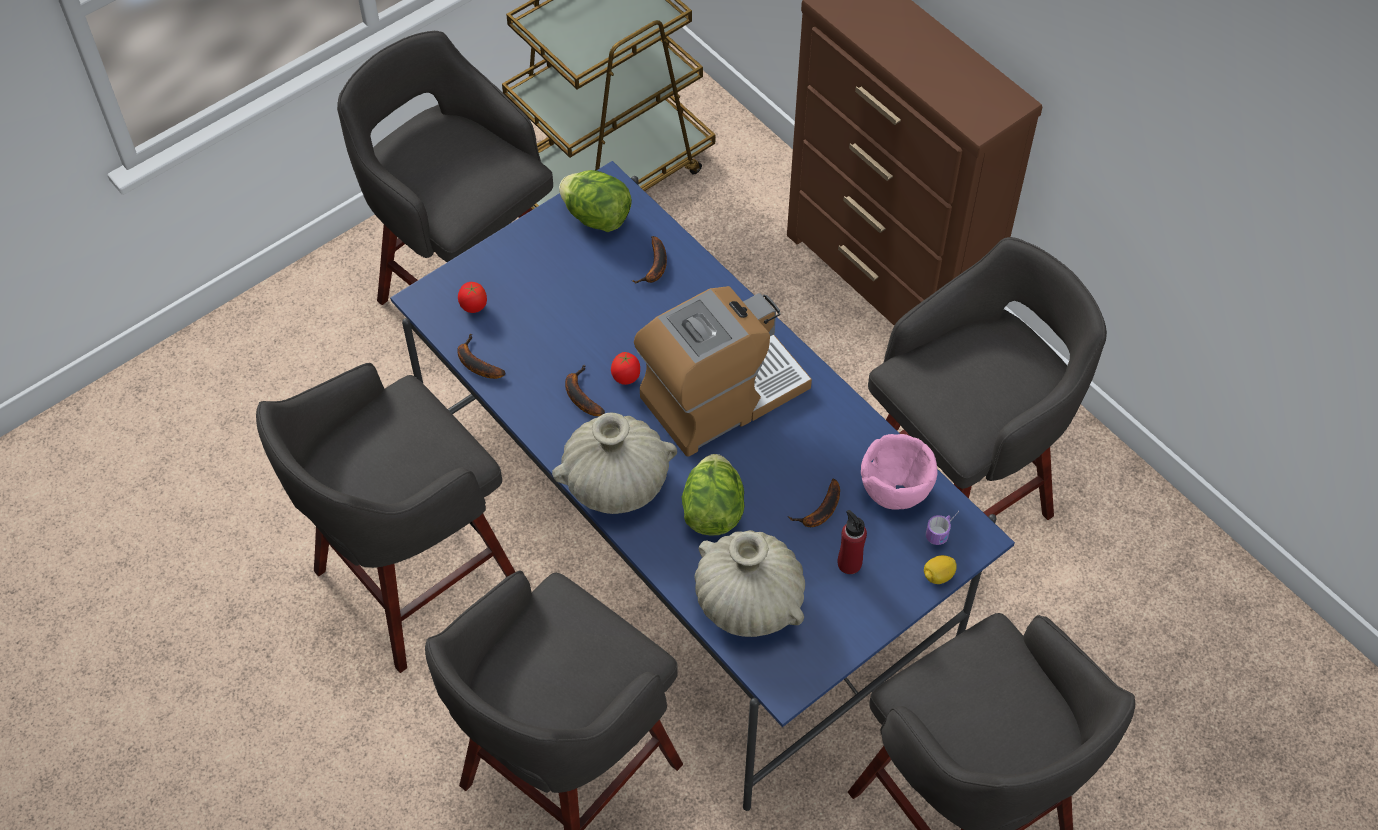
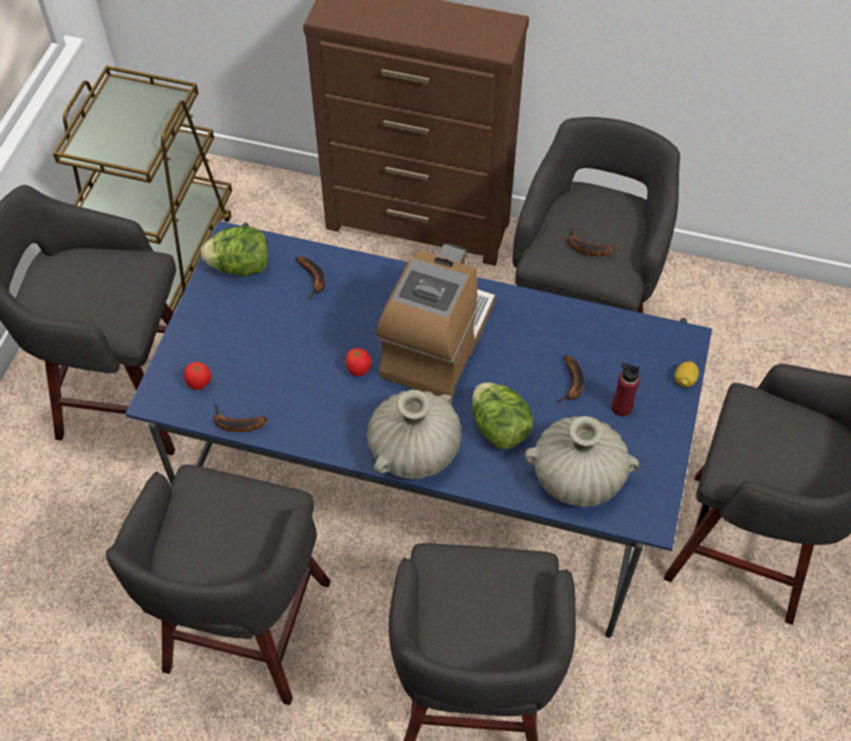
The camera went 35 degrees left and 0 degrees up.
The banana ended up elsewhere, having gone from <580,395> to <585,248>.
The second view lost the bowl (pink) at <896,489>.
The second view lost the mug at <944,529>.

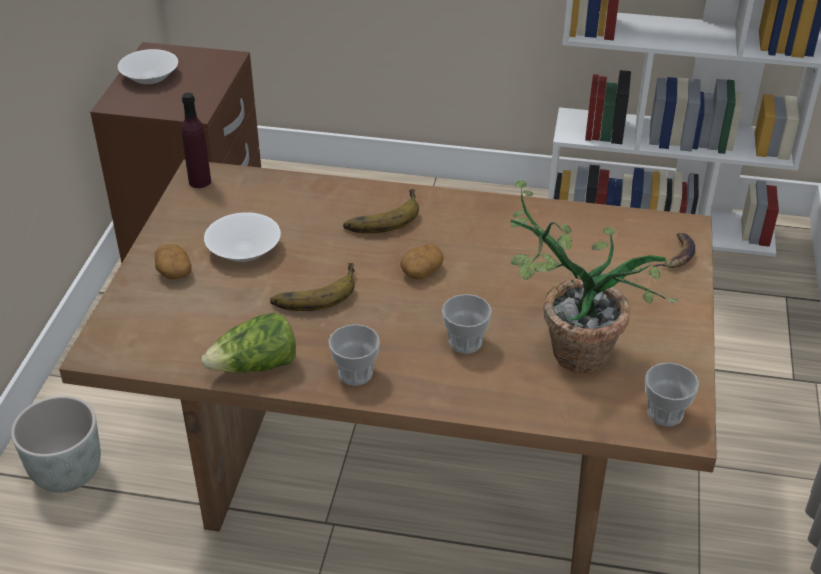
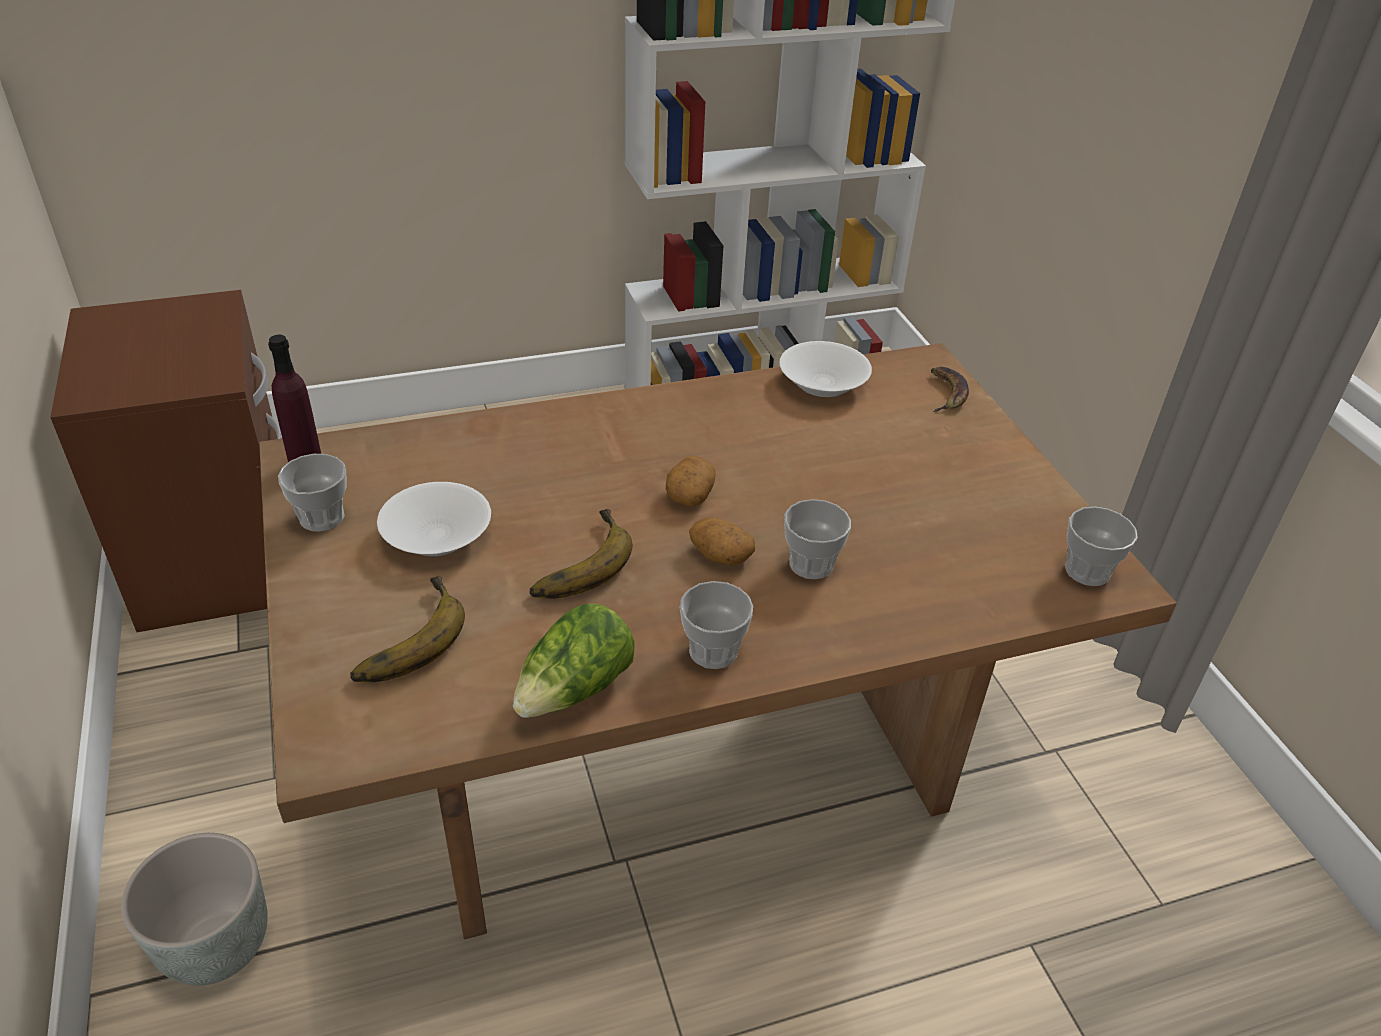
The camera went 30 degrees left and 0 degrees up.
The bowl (white) ended up elsewhere, having gone from <150,76> to <824,383>.
The second view lost the potted plant at <565,350>.
The banana ended up elsewhere, having gone from <381,216> to <403,638>.
The potato ended up elsewhere, having gone from <173,271> to <720,555>.
The second view gained the cup at <322,517>.

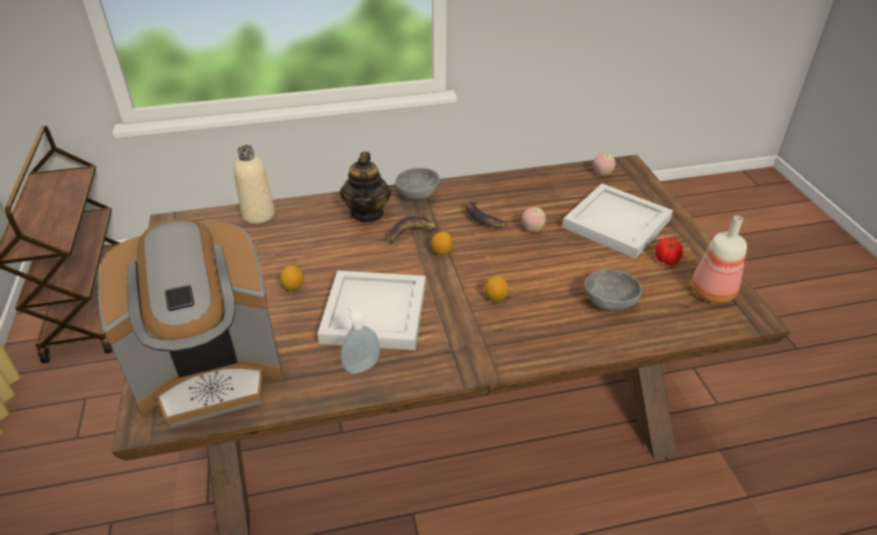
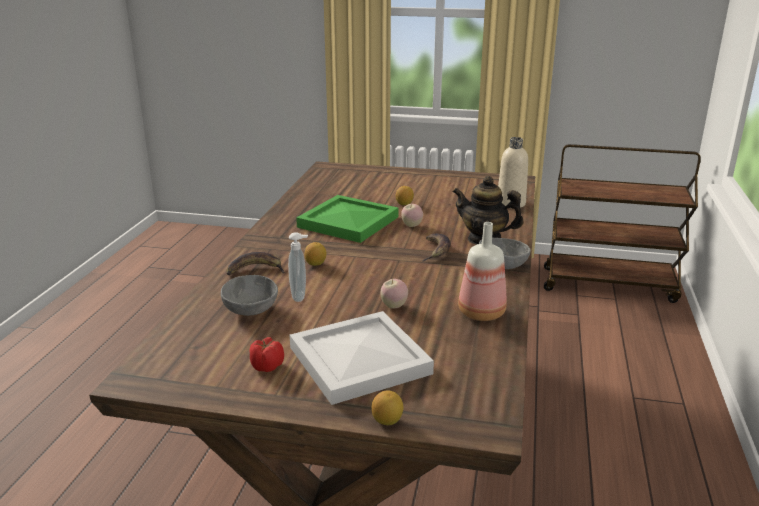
The camera went 115 degrees right and 15 degrees down.
The apple ended up elsewhere, having gone from <602,173> to <412,225>.
The banana ended up elsewhere, having gone from <482,218> to <255,269>.
The bottle ended up elsewhere, having gone from <713,293> to <480,313>.
The second view lost the coffee machine at <211,373>.
The lemon ended up elsewhere, having gone from <441,252> to <387,421>.
What was the tray (white) at <376,312> turned into the tray (green) at <348,223>.
The soap dispenser ended up elsewhere, having gone from <361,366> to <300,296>.

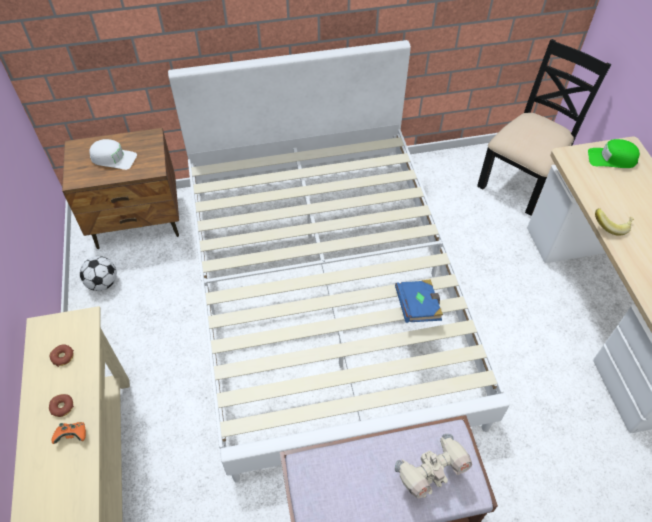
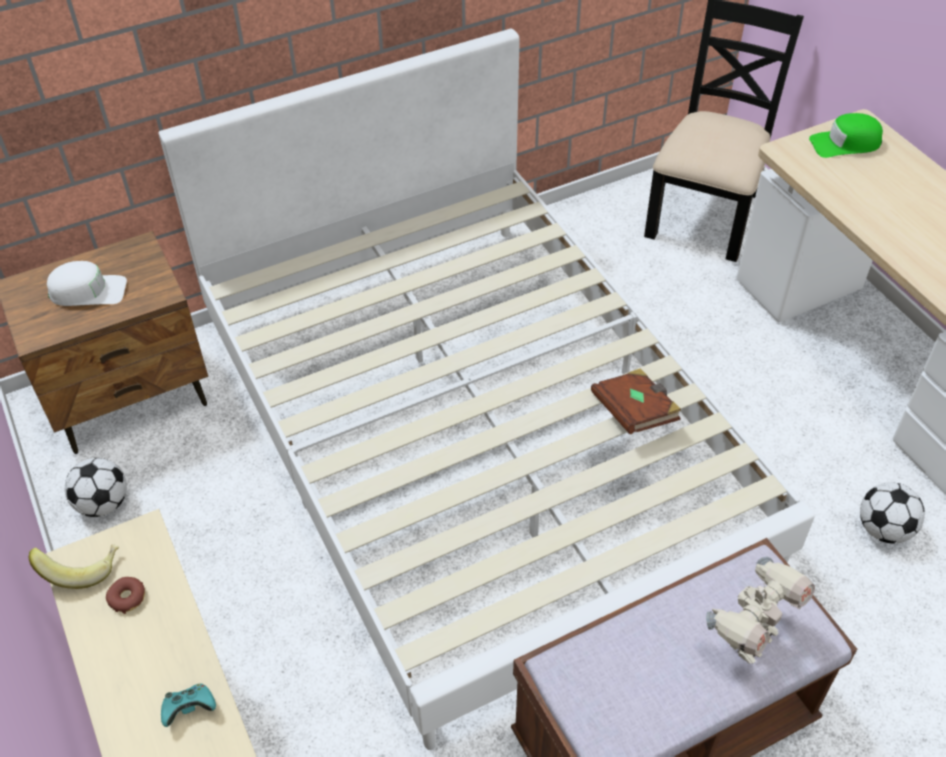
The camera went 15 degrees left and 5 degrees down.
The banana ended up elsewhere, having gone from <611,225> to <81,568>.
What was the book (blue) at <418,307> turned into the book (brown) at <634,412>.
The second view lost the donut at <62,407>.
What was the game controller (orange) at <73,435> turned into the game controller (turquoise) at <190,709>.
The second view gained the football at <883,529>.

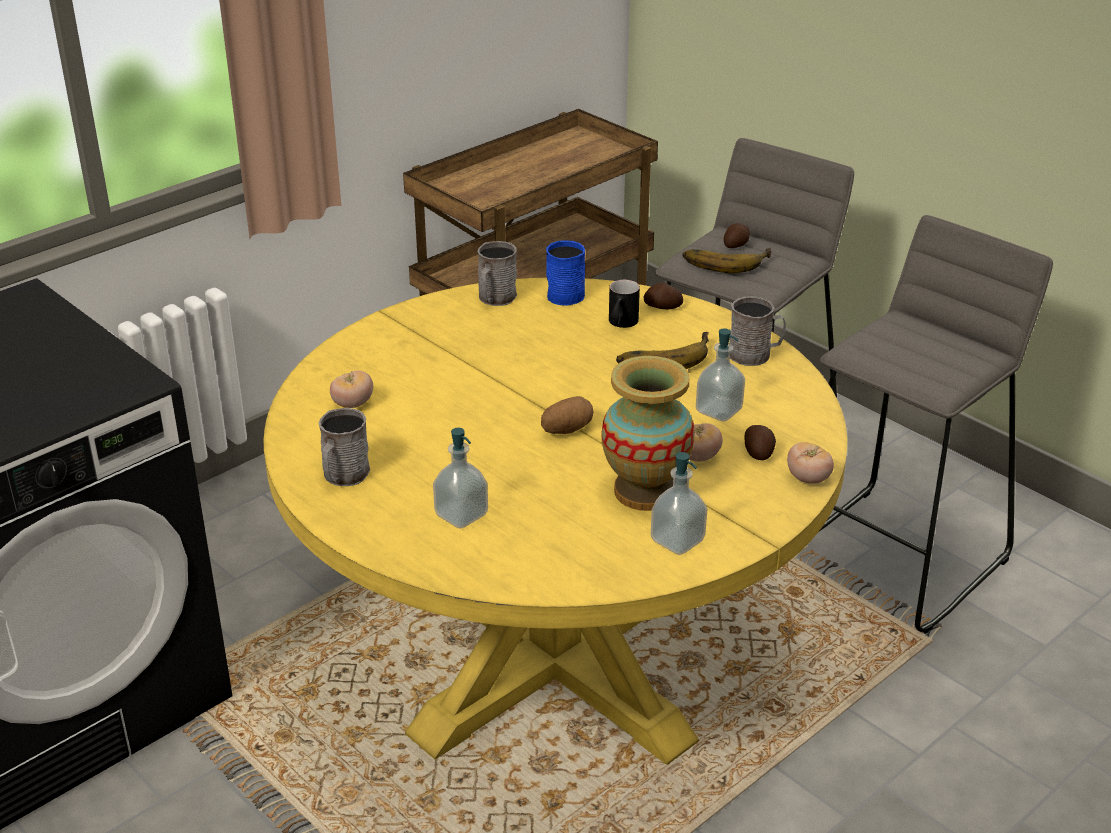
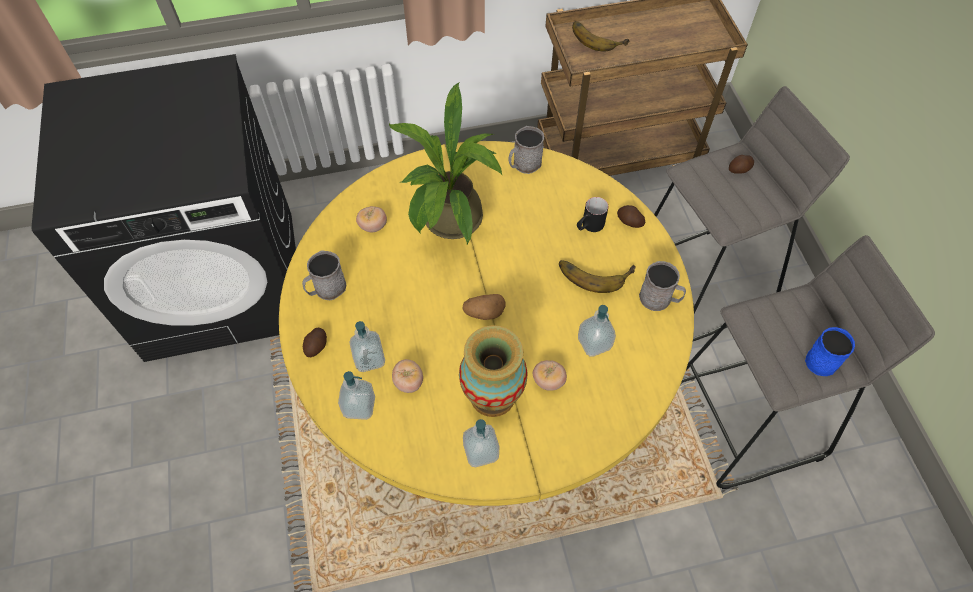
The camera went 30 degrees right and 25 degrees up.
The mug (blue) ended up elsewhere, having gone from <566,293> to <823,358>.
The banana ended up elsewhere, having gone from <725,261> to <598,37>.
The potato ended up elsewhere, having gone from <758,452> to <317,346>.
The tomato ended up elsewhere, having gone from <808,479> to <408,382>.
The second view gained the potted plant at <449,224>.
The second view gained the soap dispenser at <359,406>.

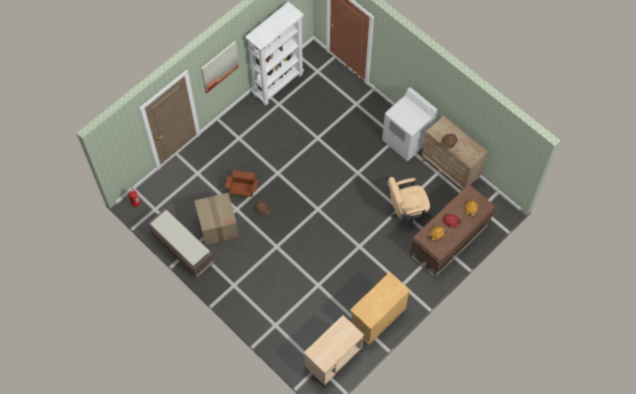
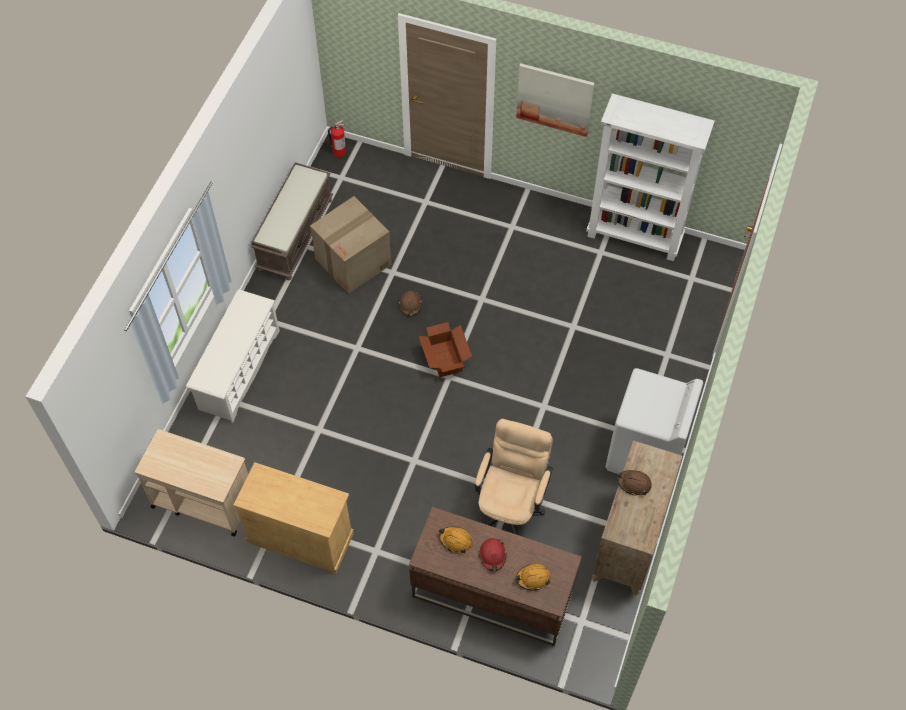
The camera went 65 degrees right and 5 degrees down.
The cardboard box ended up elsewhere, having gone from <242,189> to <445,358>.
The office chair (beige) at <406,212> ended up facing another way, 60 degrees clockwise from before.
The second view gained the shoe rack (white) at <239,370>.

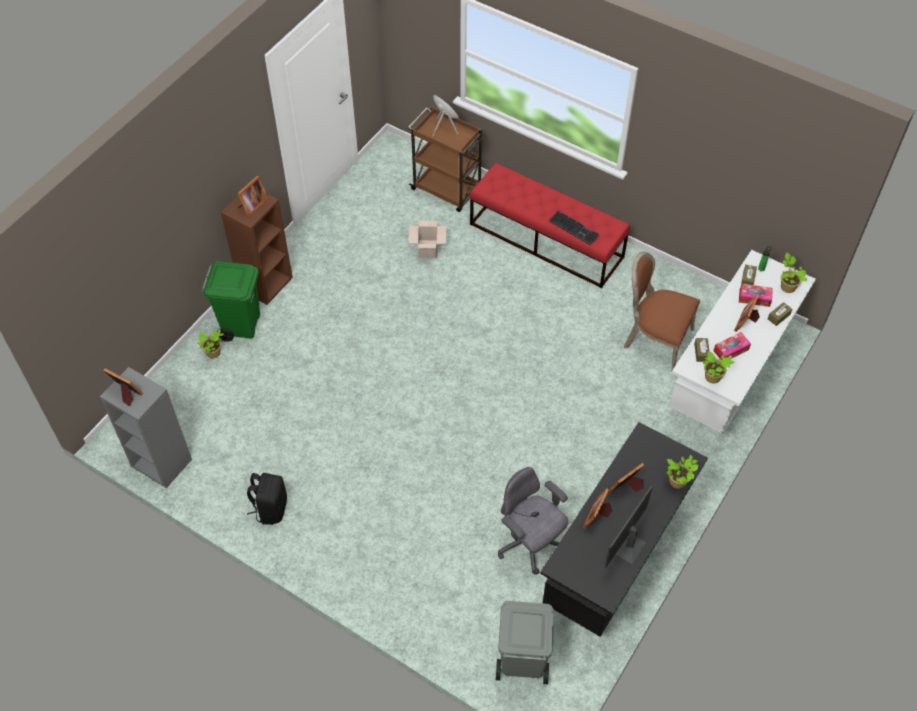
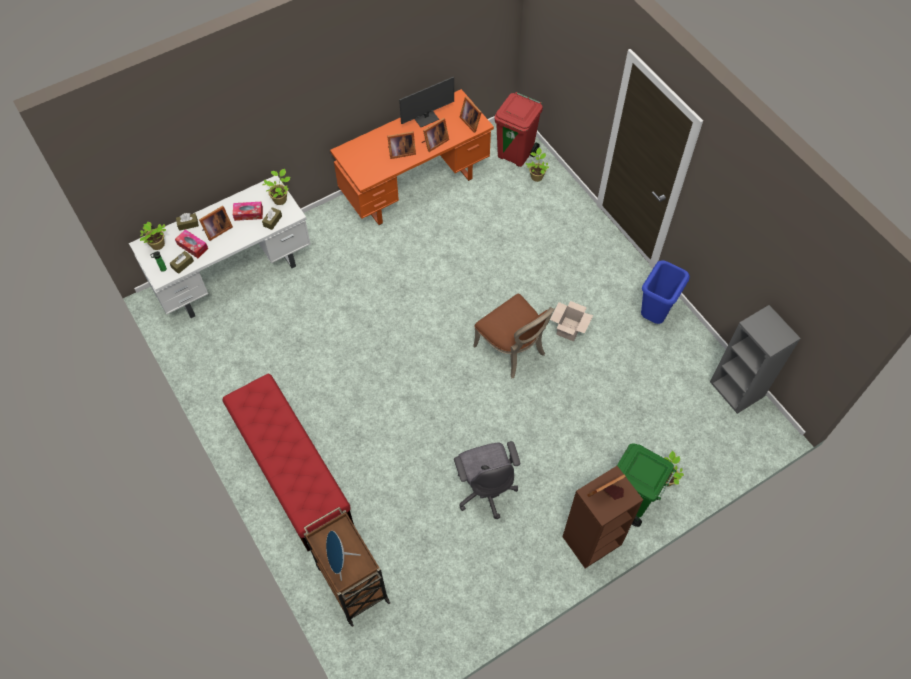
The camera went 155 degrees left and 5 degrees up.
The second view lost the keyboard at <575,228>.
The cardboard box ended up elsewhere, having gone from <428,249> to <569,328>.
The chair (brown) ended up elsewhere, having gone from <655,339> to <513,350>.
The picture frame ended up elsewhere, having gone from <126,393> to <471,121>.
What was the desk (black) at <616,558> turned into the desk (orange) at <415,187>.
The potted plant ended up elsewhere, having gone from <678,482> to <536,176>.
The office chair (grey) ended up elsewhere, having gone from <529,544> to <485,489>.
Where the backpack (black) stood at <270,508>, the trash can (blue) came to stand at <654,316>.
What was the trash can (grey) at <521,663> turned into the trash can (red) at <516,154>.

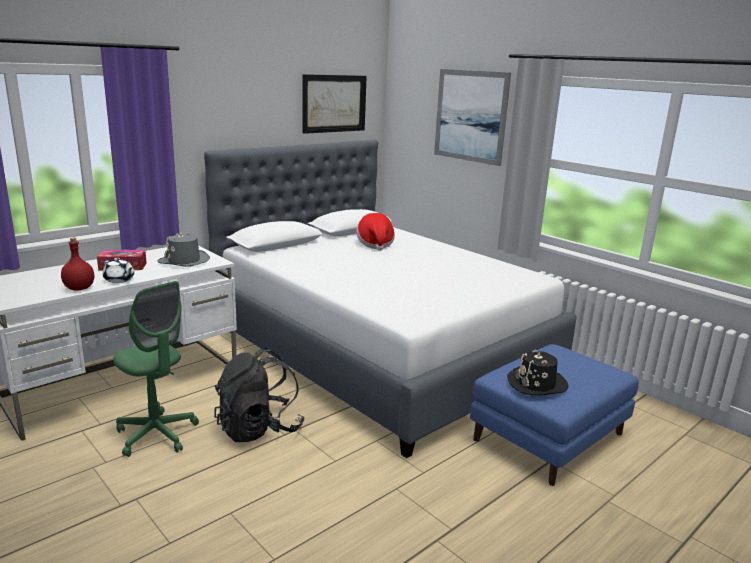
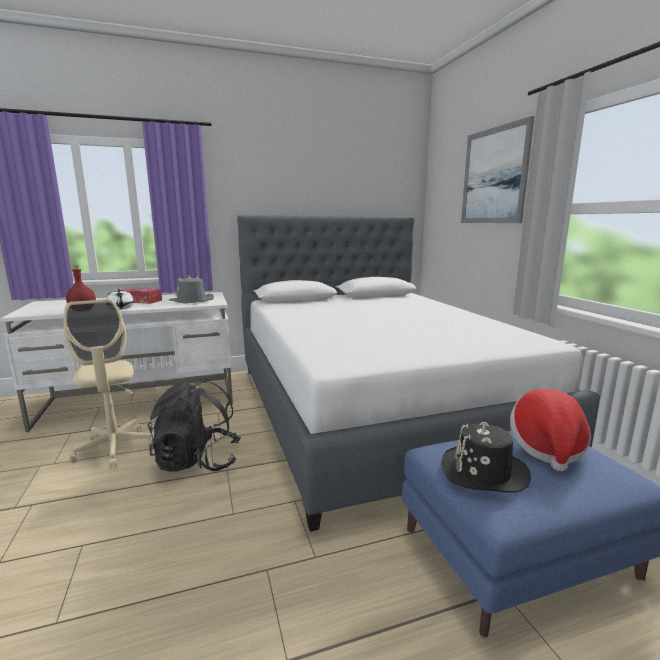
The camera went 25 degrees right and 5 degrees down.
The second view lost the picture at <334,103>.
The hat ended up elsewhere, having gone from <375,244> to <546,447>.
What was the office chair (green) at <157,434> turned into the office chair (beige) at <115,448>.

